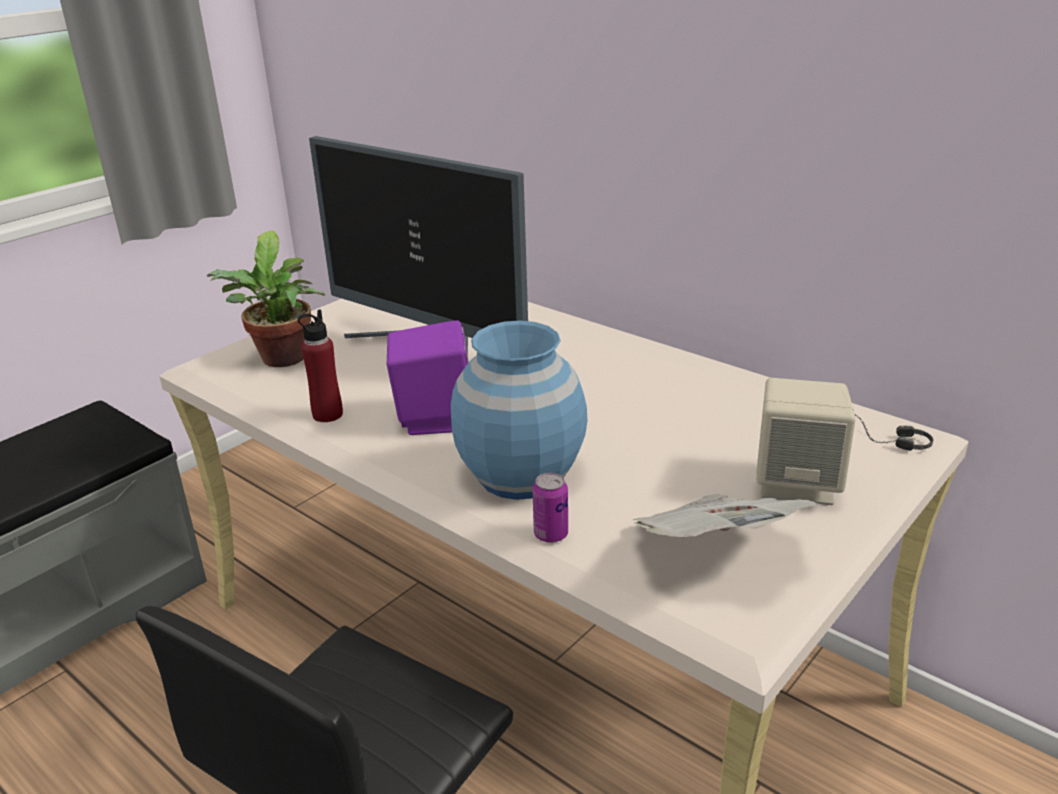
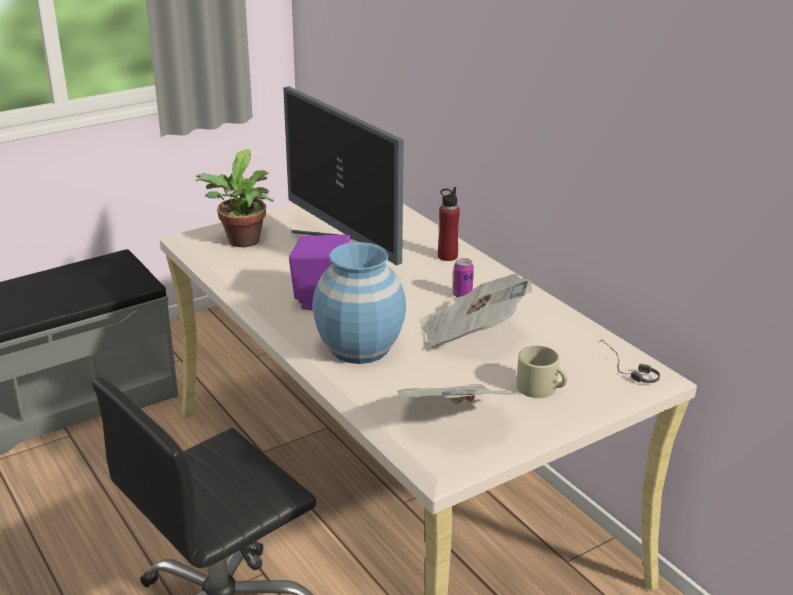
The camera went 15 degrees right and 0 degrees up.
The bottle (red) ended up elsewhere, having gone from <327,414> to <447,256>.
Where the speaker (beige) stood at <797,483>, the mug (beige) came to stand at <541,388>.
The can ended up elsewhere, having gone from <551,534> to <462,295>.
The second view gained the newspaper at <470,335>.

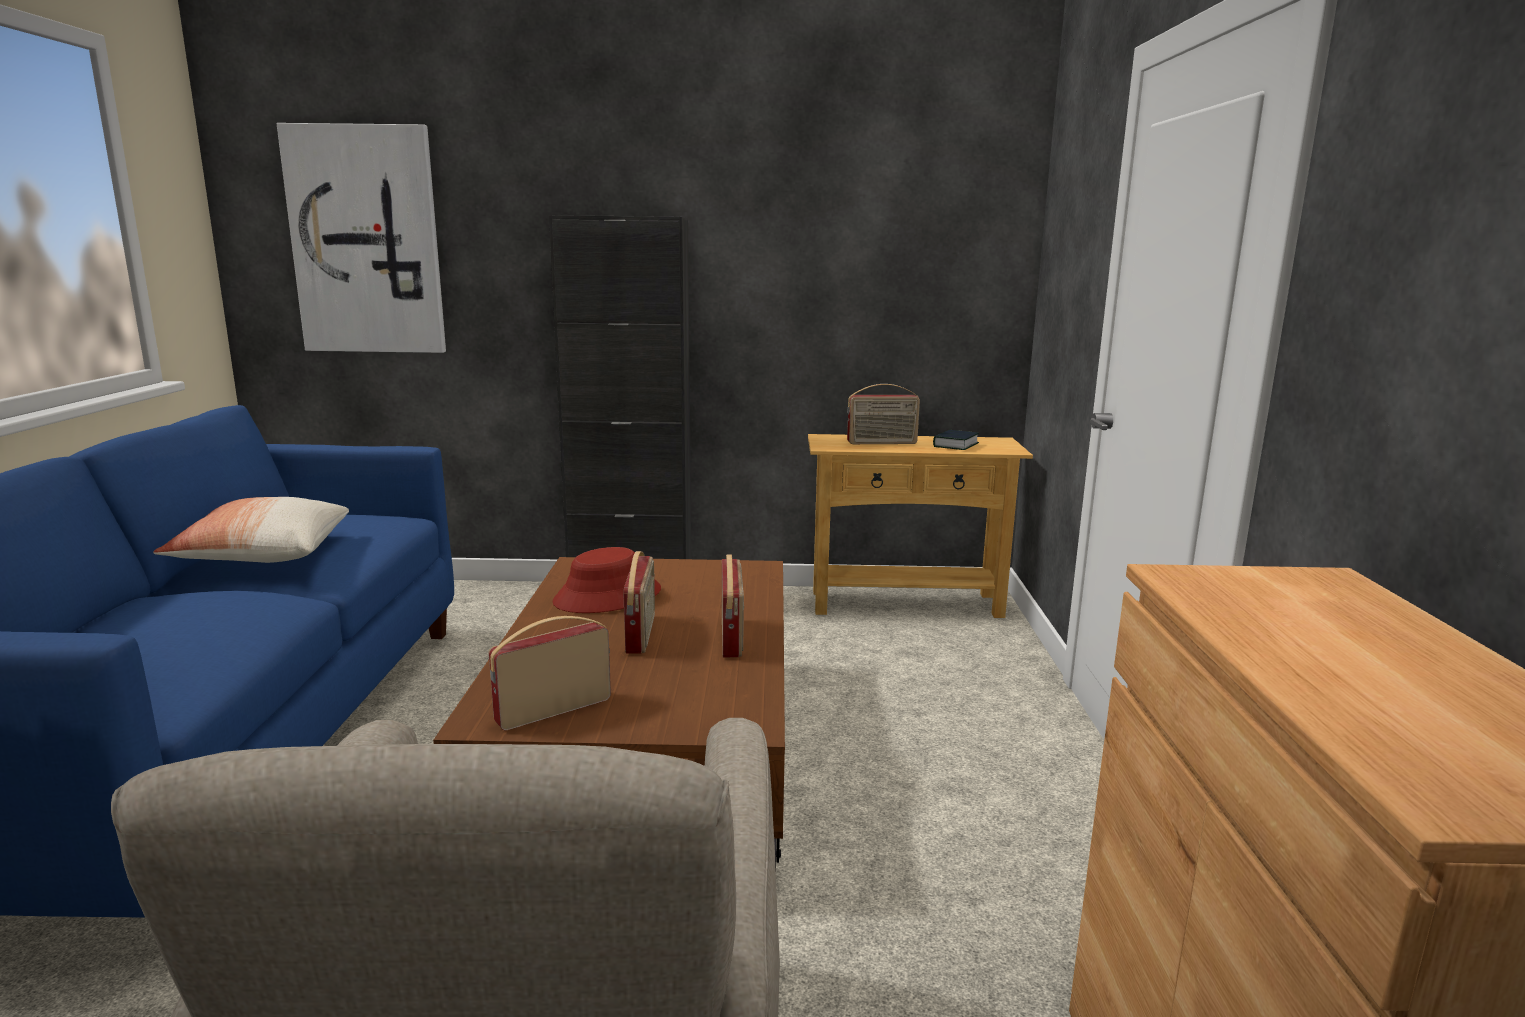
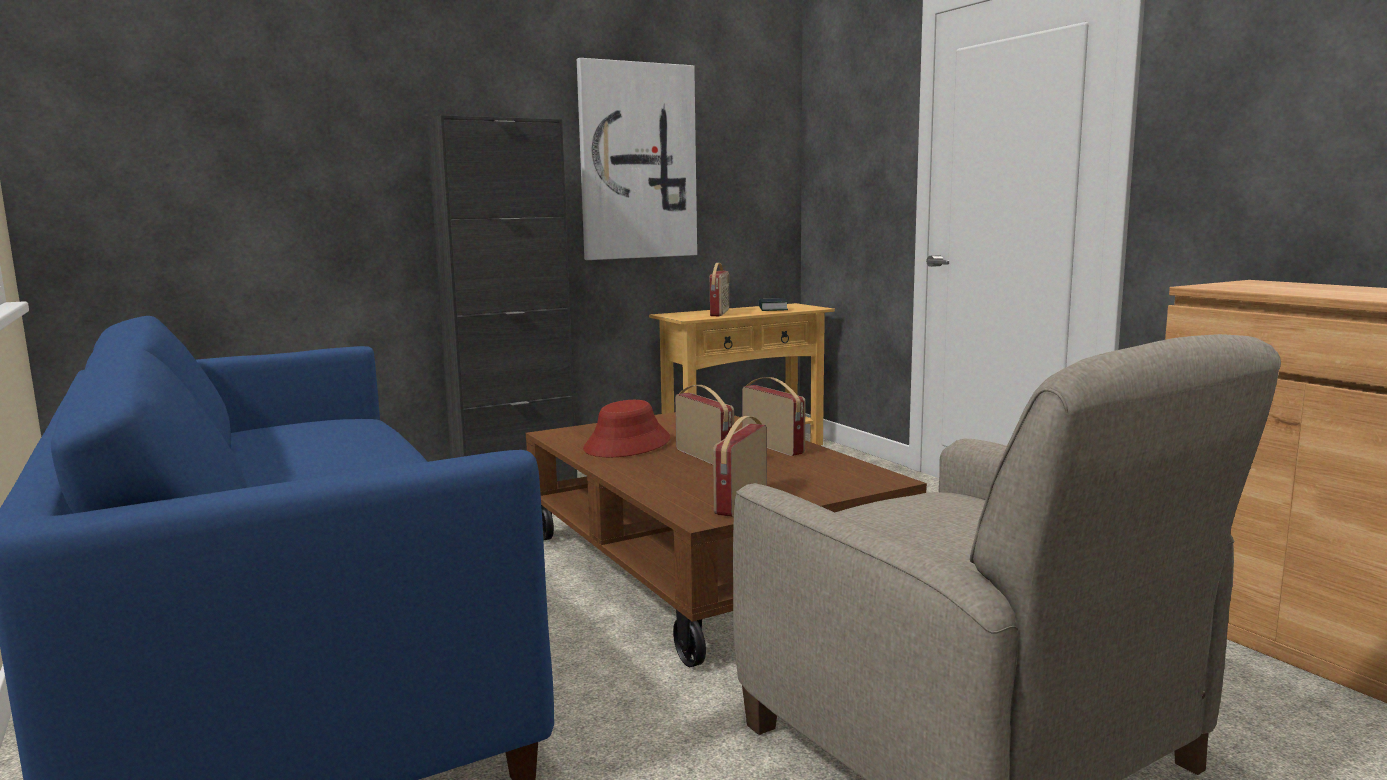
The camera went 30 degrees left and 5 degrees down.
The picture ended up elsewhere, having gone from <366,241> to <637,162>.
The radio at <882,443> ended up facing another way, 45 degrees counterclockwise from before.
The second view lost the pillow at <263,555>.

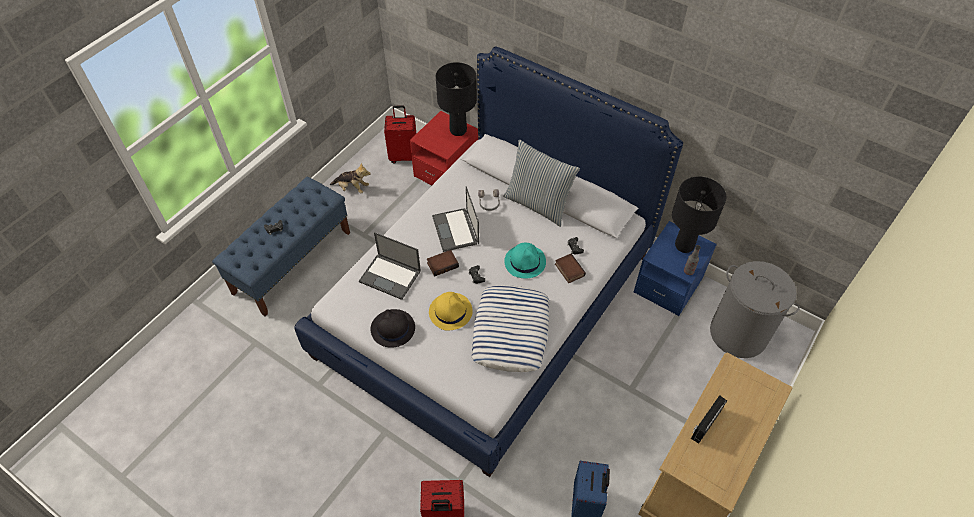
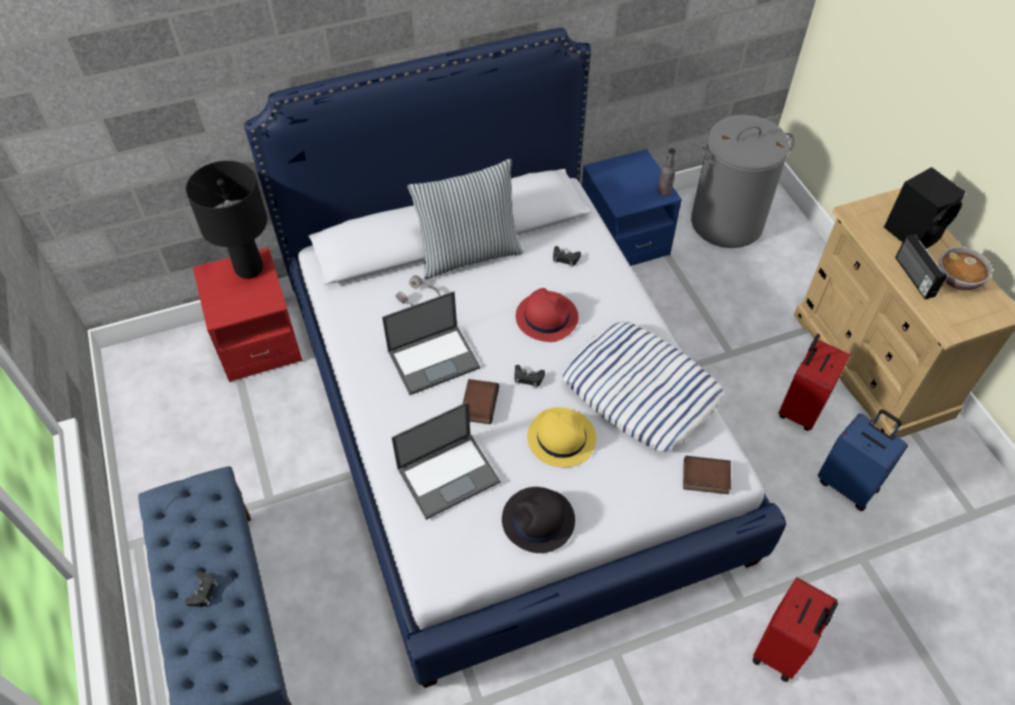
The camera went 55 degrees left and 0 degrees up.
The suitcase (red) ended up elsewhere, having gone from <404,156> to <800,409>.
The second view lost the plush toy at <352,188>.
The second view lost the table lamp (black) at <684,246>.
The laptop at <456,230> ended up facing another way, 45 degrees counterclockwise from before.
What was the hat (turquoise) at <525,261> turned into the hat (red) at <546,317>.
The book ended up elsewhere, having gone from <568,270> to <705,478>.
The second view gained the speaker (black) at <914,232>.
The second view gained the bowl at <957,279>.

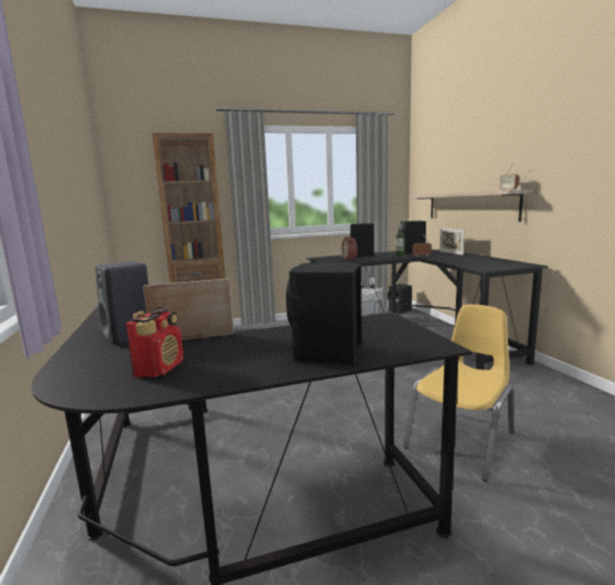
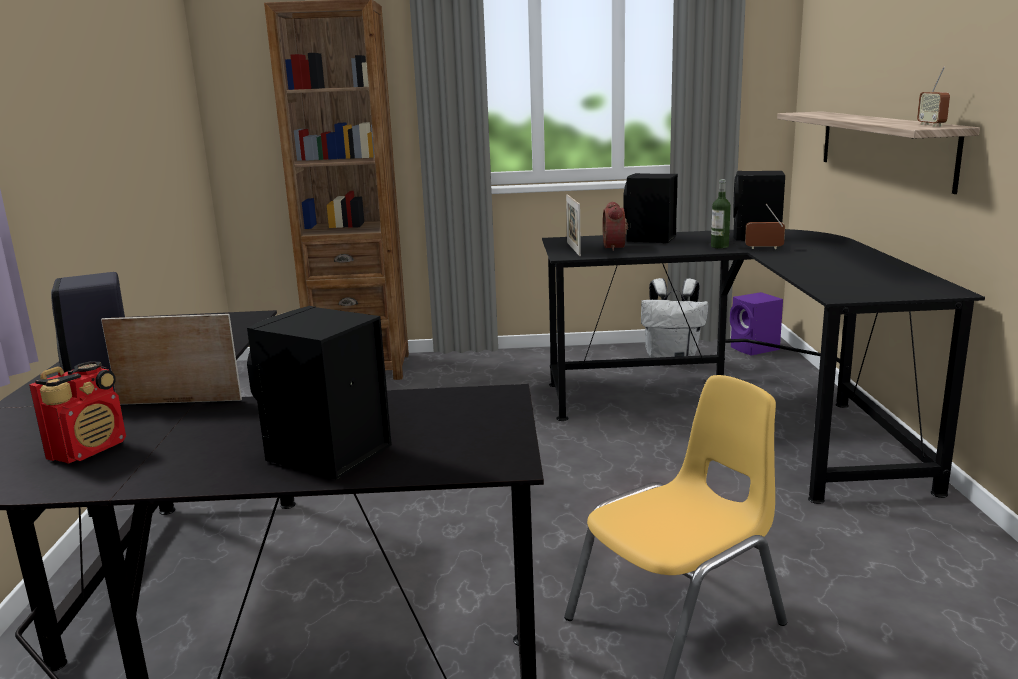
The camera went 15 degrees right and 5 degrees up.
The picture frame ended up elsewhere, having gone from <451,253> to <573,249>.
What was the speaker (black) at <400,311> turned into the speaker (purple) at <755,349>.

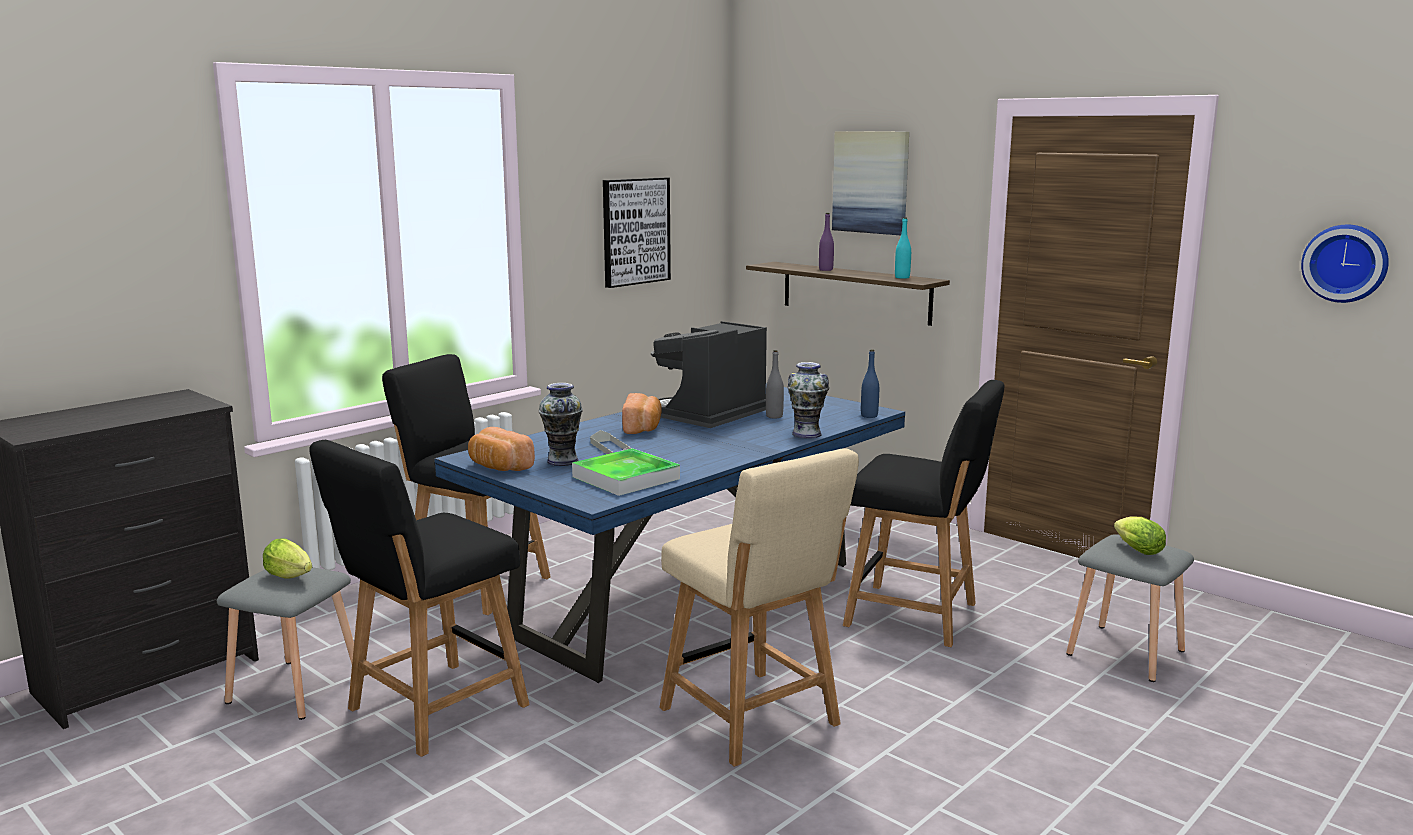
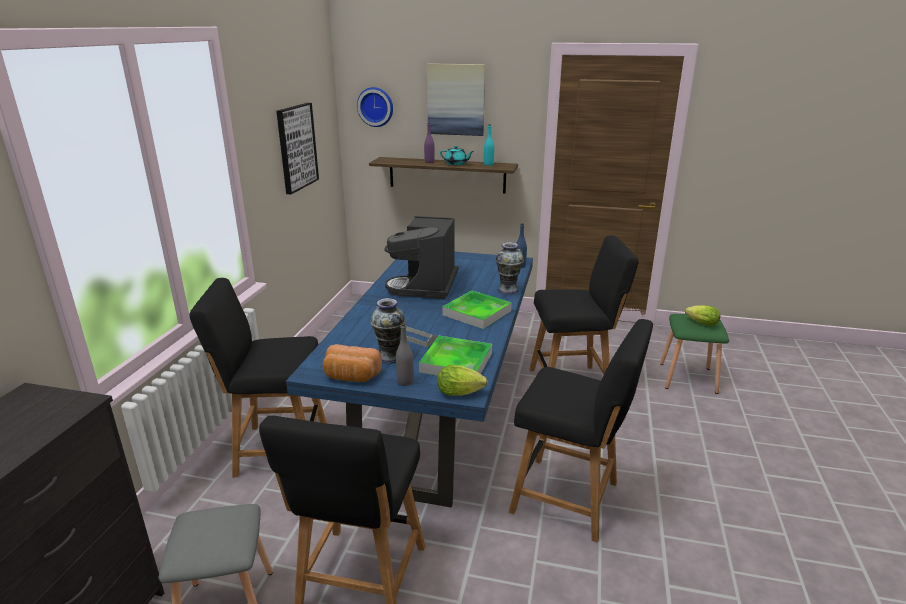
The camera went 30 degrees left and 10 degrees up.
The wall clock ended up elsewhere, having gone from <1346,263> to <376,106>.
The bottle (grey) ended up elsewhere, having gone from <774,416> to <405,382>.
The second view lost the bread at <643,428>.
What was the chair (beige) at <754,720> turned into the chair (black) at <570,499>.
What was the stool (grey) at <1127,652> turned into the stool (green) at <689,378>.
The lettuce ended up elsewhere, having gone from <292,577> to <462,393>.
The second view gained the teapot (turquoise) at <456,164>.
The second view gained the tray at <477,313>.

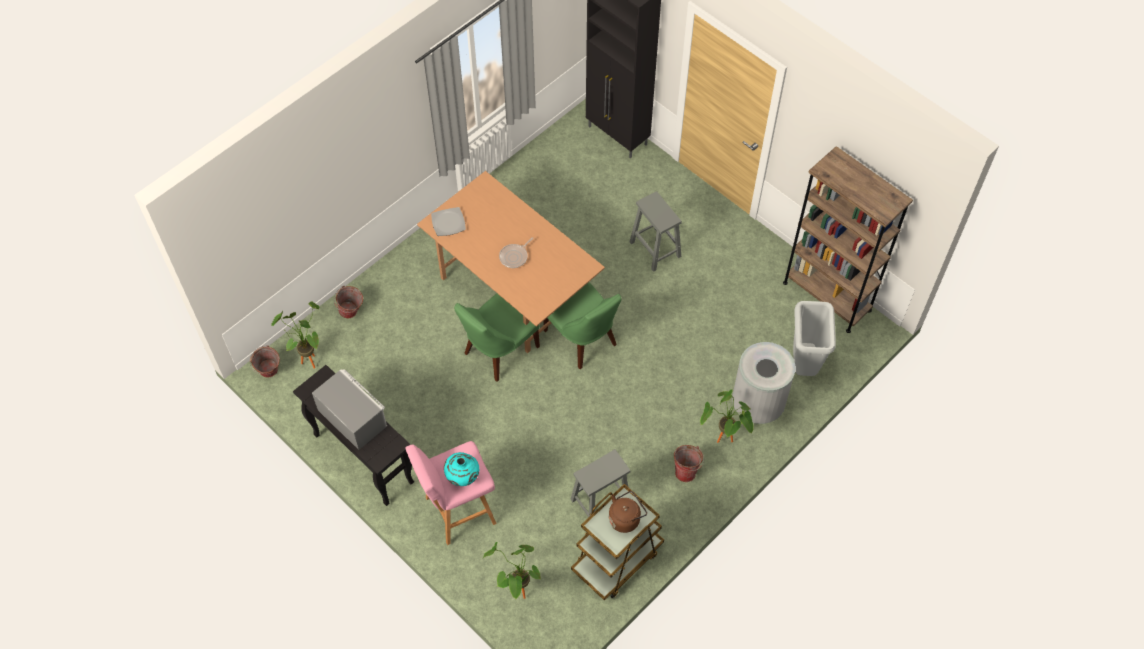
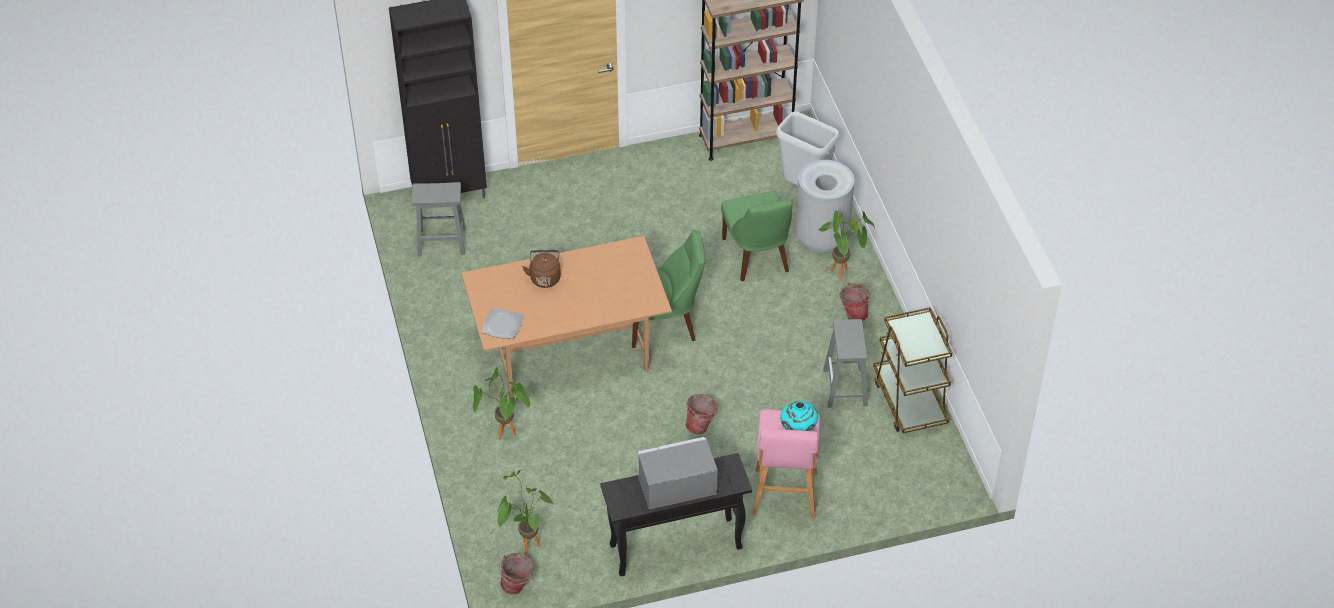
The camera went 60 degrees left and 10 degrees down.
The stool (grey) ended up elsewhere, having gone from <654,248> to <440,242>.
The second view lost the frying pan at <514,256>.
The bucket ended up elsewhere, having gone from <352,313> to <701,426>.
The chair (green) ended up elsewhere, having gone from <498,351> to <757,257>.
The kettle (brown) ended up elsewhere, having gone from <626,518> to <545,277>.
The potted plant ended up elsewhere, having gone from <517,592> to <506,437>.

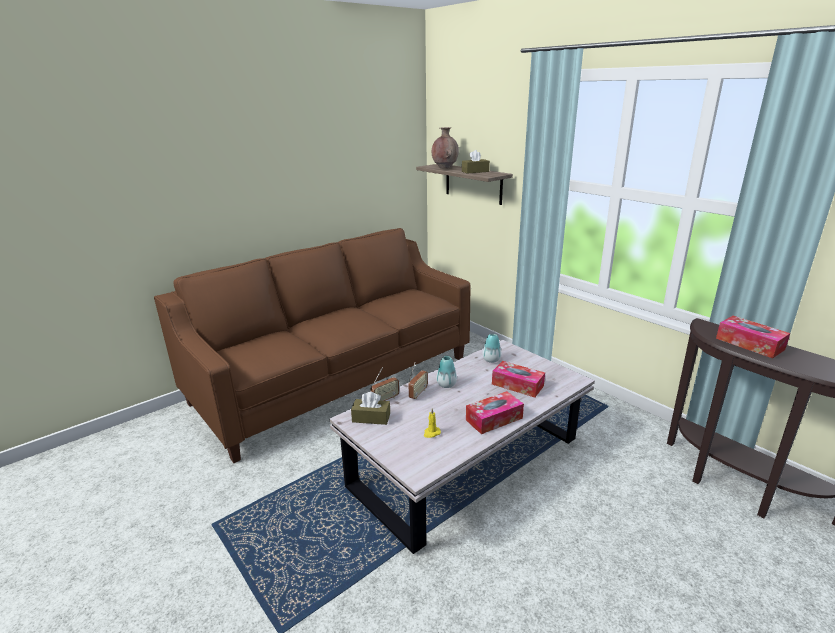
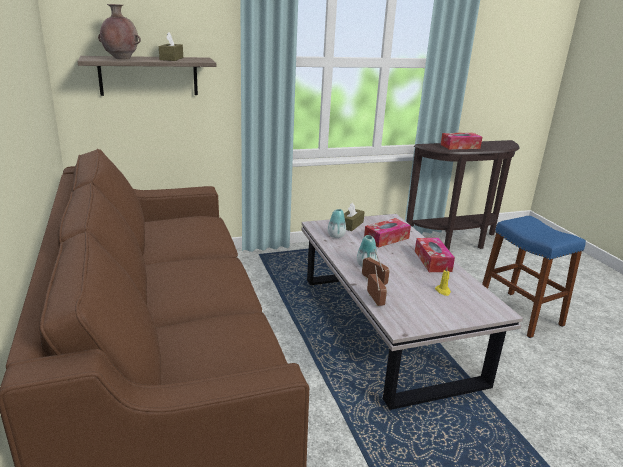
The camera went 70 degrees left and 0 degrees up.
The tissue box (brown) ended up elsewhere, having gone from <371,418> to <351,225>.
The second view gained the stool (blue) at <519,314>.

